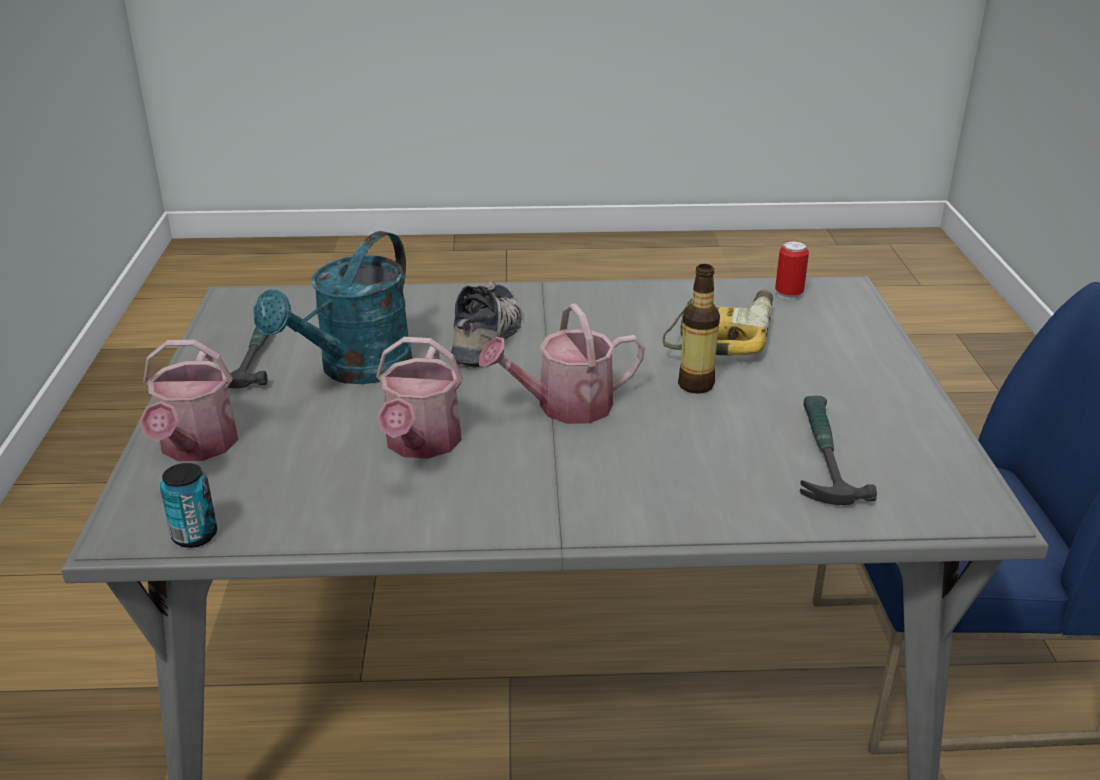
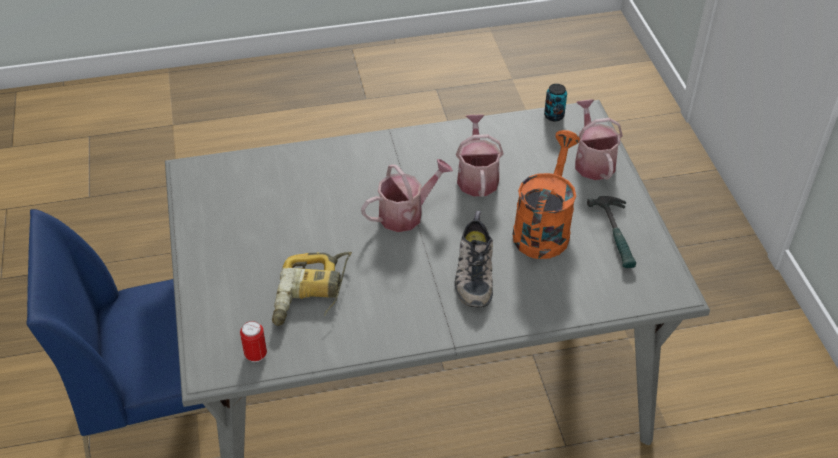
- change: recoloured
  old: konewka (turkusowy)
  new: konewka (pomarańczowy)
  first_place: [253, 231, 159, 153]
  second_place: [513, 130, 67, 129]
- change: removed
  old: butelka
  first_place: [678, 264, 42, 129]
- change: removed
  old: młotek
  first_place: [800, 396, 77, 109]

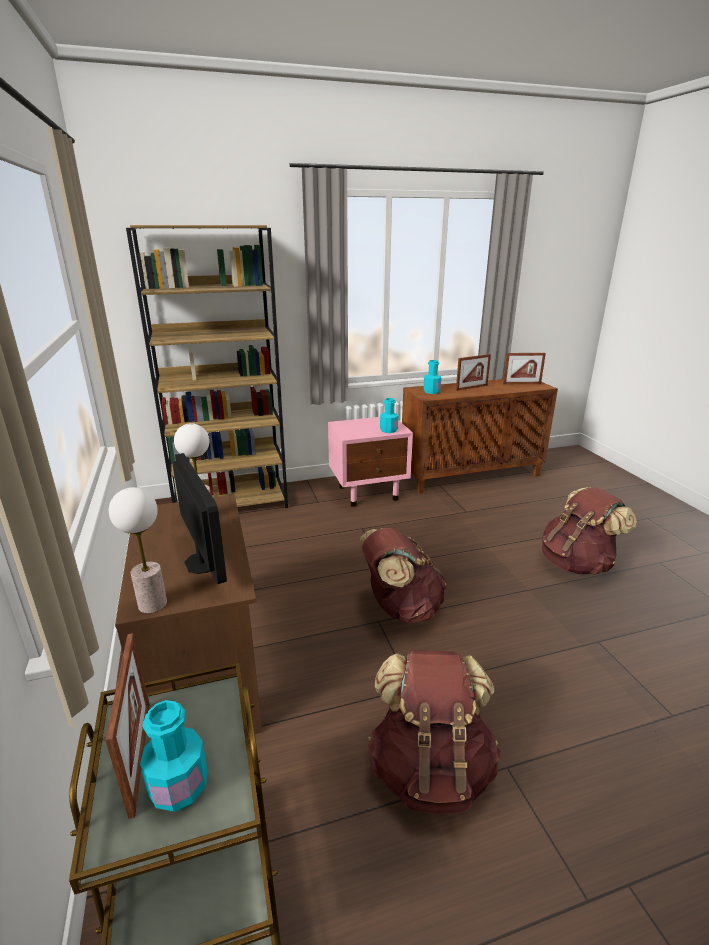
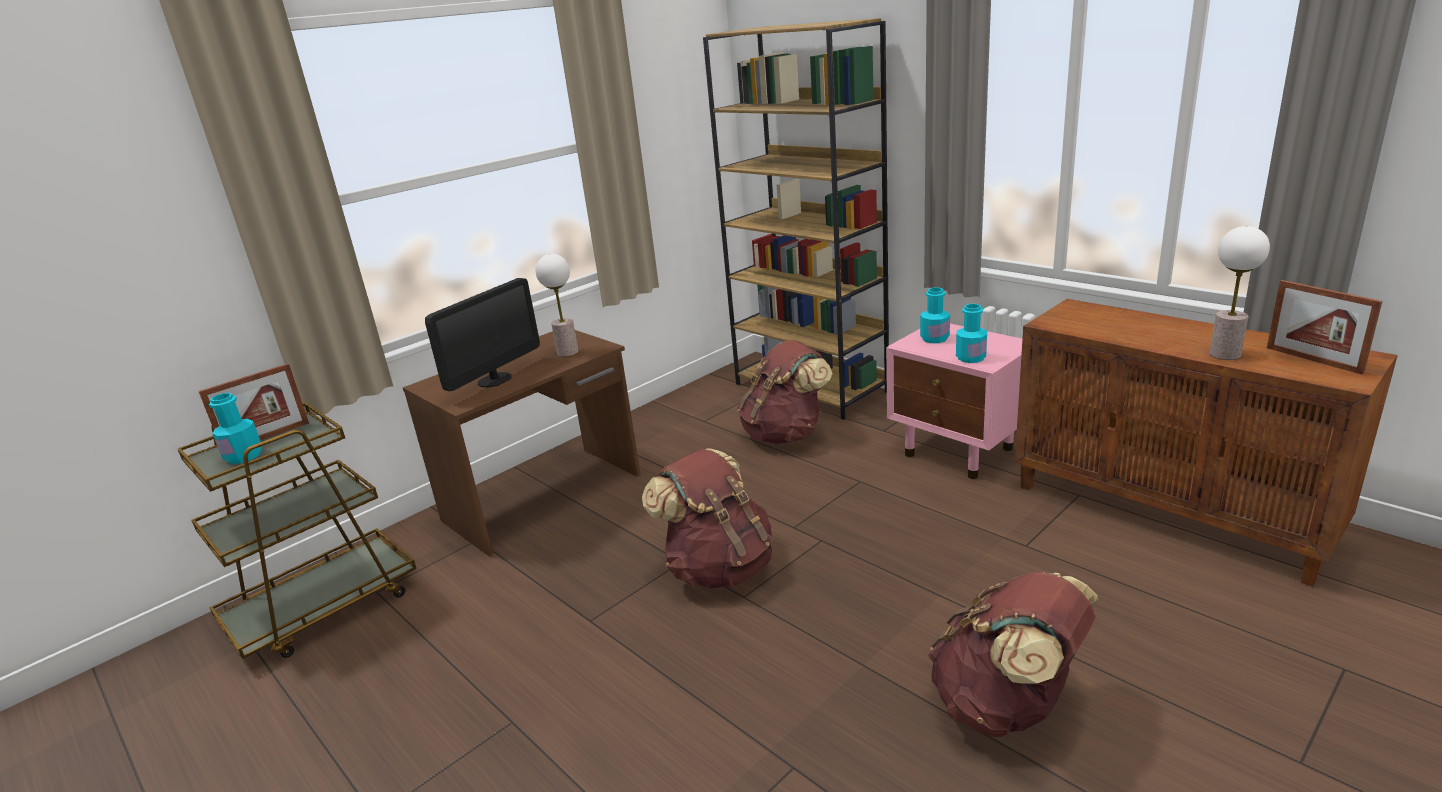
- change: removed
  old: ramka na zdjęcie
  first_place: [456, 354, 35, 37]
- change: moved
  old: butelka (turkusowy)
  first_place: [424, 360, 17, 34]
  second_place: [920, 287, 30, 56]
- change: moved
  old: lampa stołowa
  first_place: [109, 487, 58, 126]
  second_place: [1209, 226, 61, 134]
- change: moved
  old: plecak (brązowy)
  first_place: [368, 650, 133, 164]
  second_place: [737, 340, 95, 104]

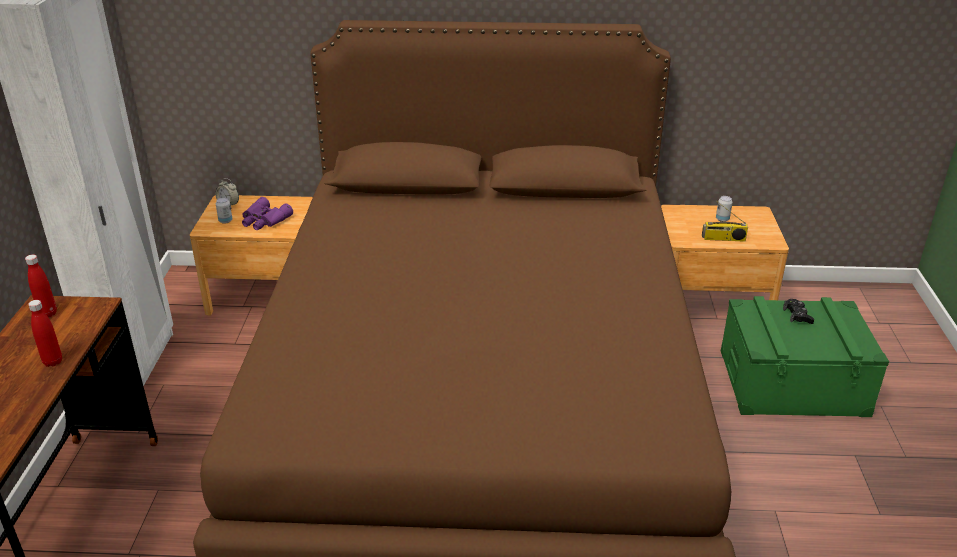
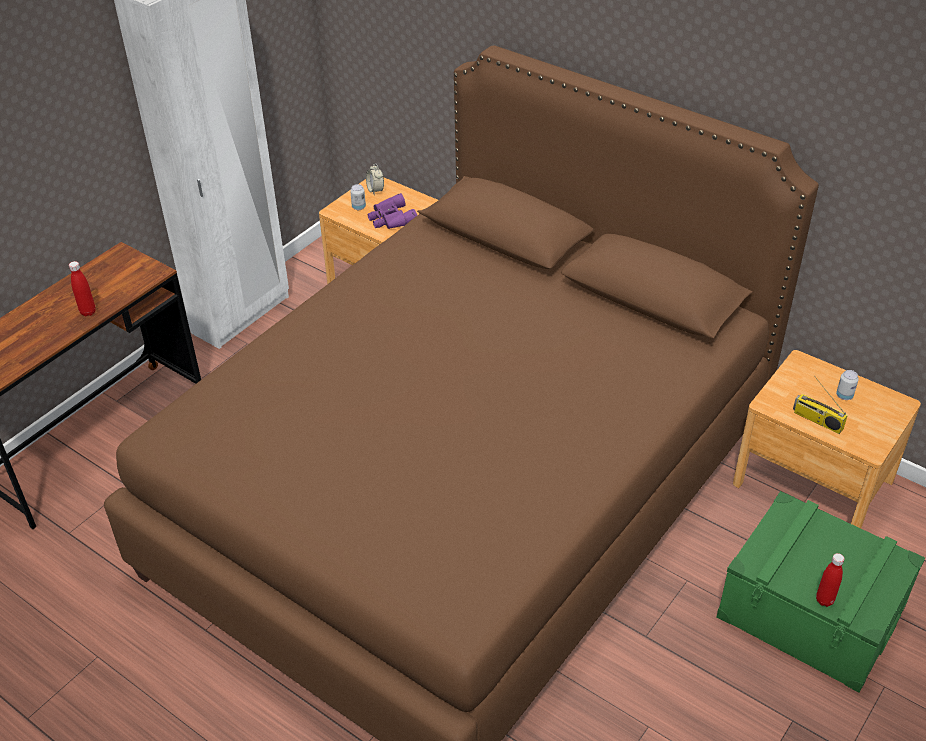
- change: moved
  old: butelka (czerwony)
  first_place: [25, 255, 32, 62]
  second_place: [816, 553, 28, 54]
- change: removed
  old: pad do gier (czarny)
  first_place: [783, 299, 31, 25]

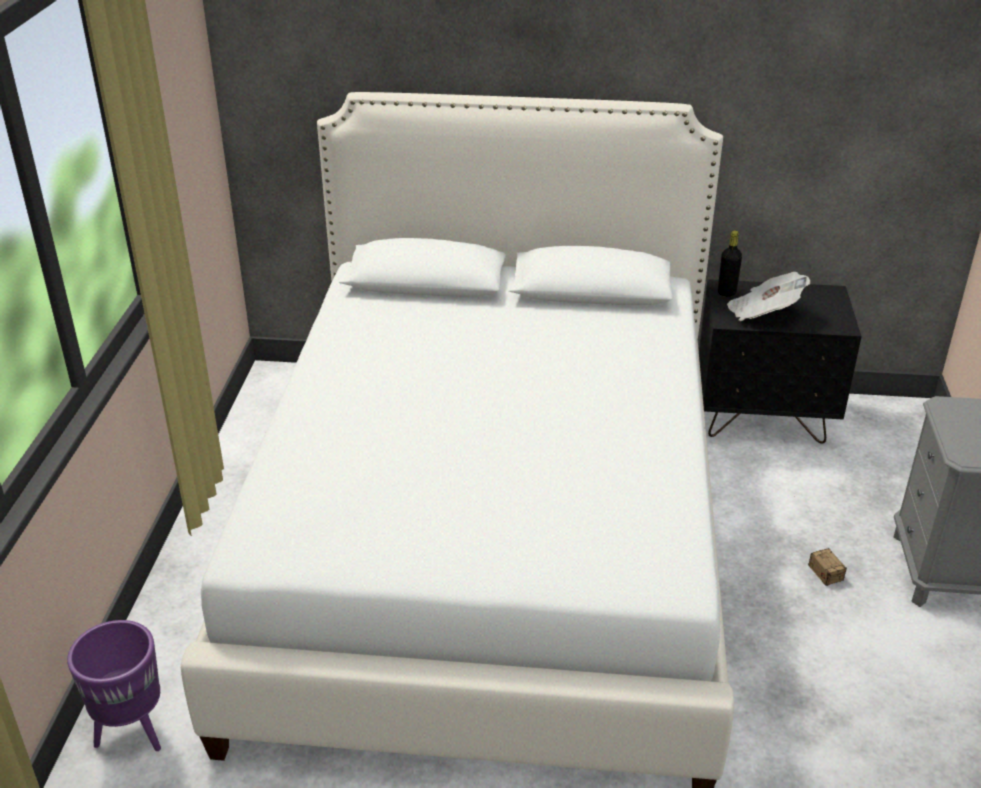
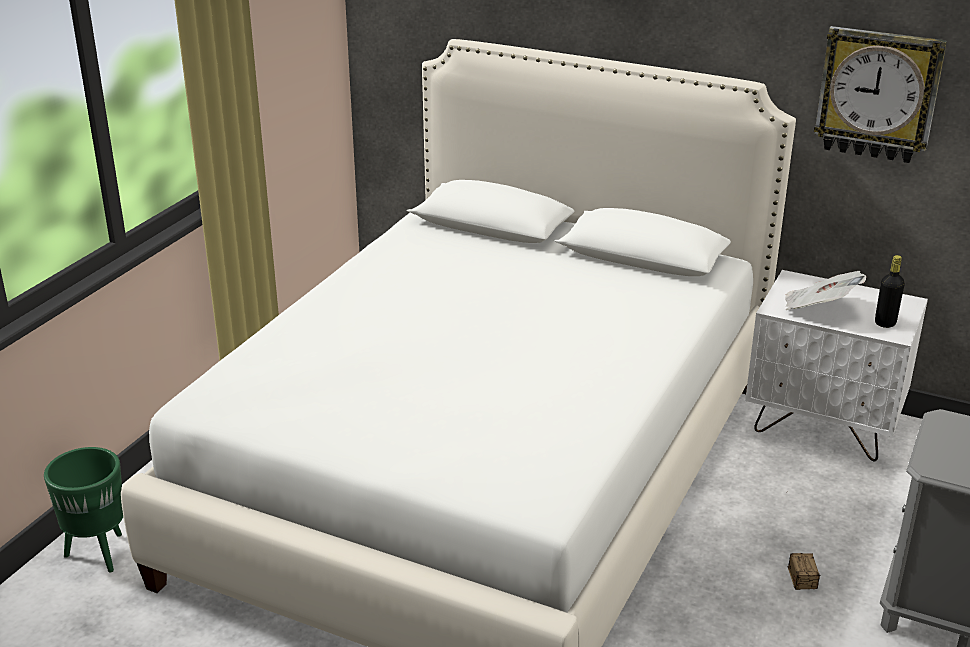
- change: moved
  old: butelka (czarny)
  first_place: [718, 230, 24, 67]
  second_place: [875, 255, 30, 73]
- change: recoloured
  old: szafka nocna (czarny)
  new: szafka nocna (biały)
  first_place: [699, 279, 163, 164]
  second_place: [745, 270, 183, 191]
- change: recoloured
  old: donica (fioletowy)
  new: donica (zielony)
  first_place: [67, 620, 94, 131]
  second_place: [44, 447, 79, 126]
- change: added
  new: zegar ścienny
  second_place: [814, 26, 133, 137]

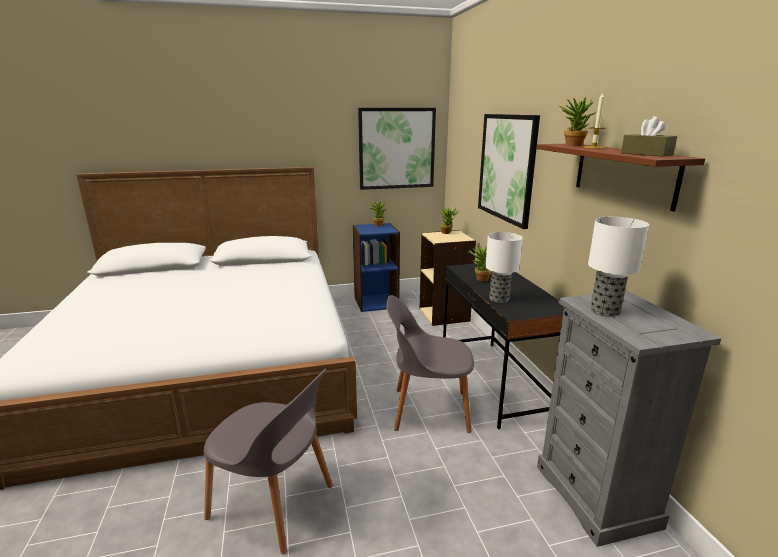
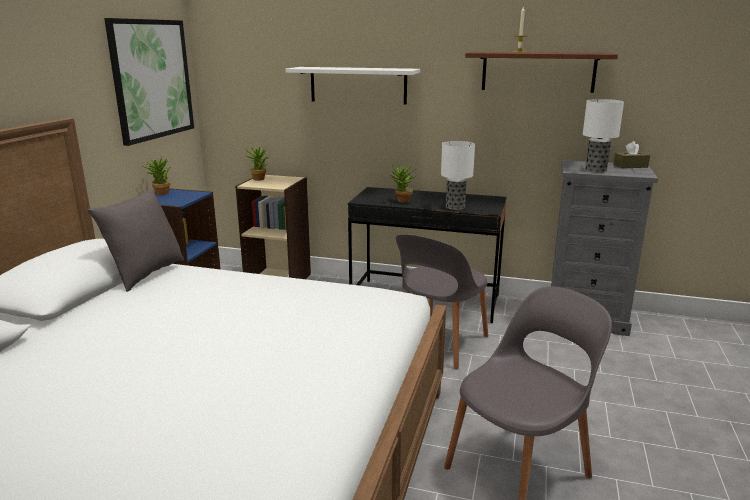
- change: removed
  old: roślina doniczkowa
  first_place: [559, 97, 37, 49]
- change: replaced
  old: obraz
  new: półka (biały)
  first_place: [478, 114, 62, 115]
  second_place: [285, 67, 135, 38]
- change: moved
  old: pudełko chusteczek (brązowy)
  first_place: [621, 116, 56, 41]
  second_place: [613, 141, 37, 27]
- change: added
  new: poduszka (szary)
  second_place: [88, 188, 96, 104]

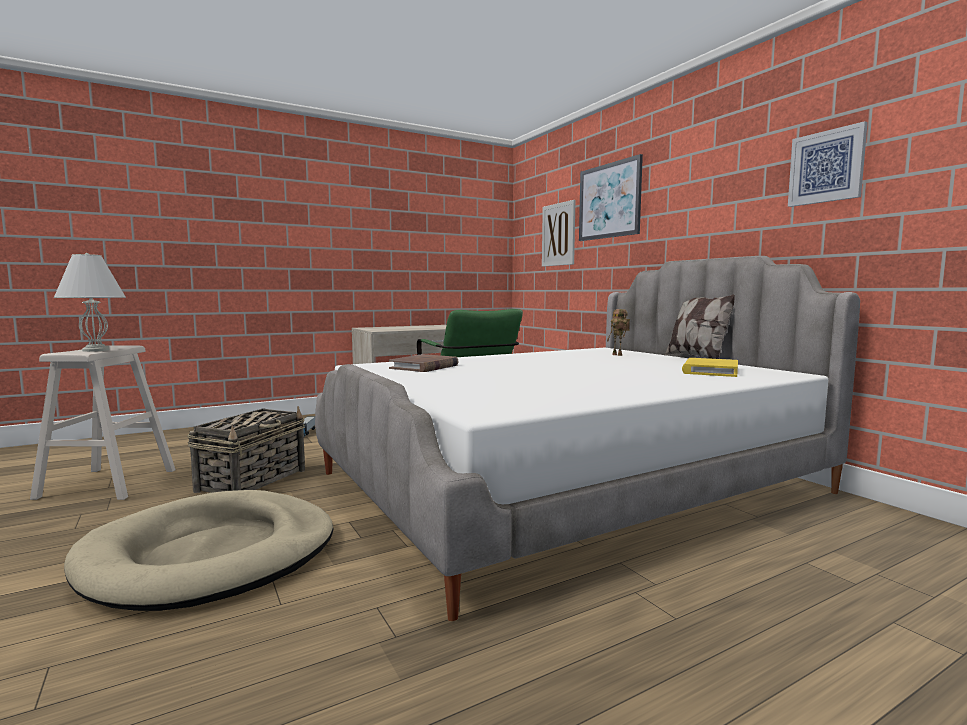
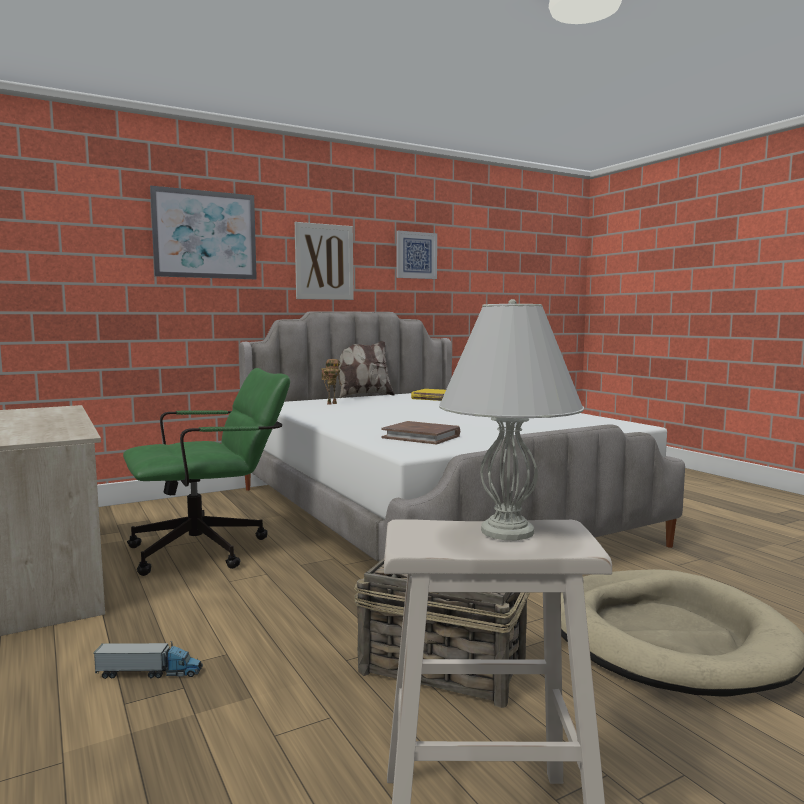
- change: moved
  old: obraz
  first_place: [542, 200, 34, 67]
  second_place: [295, 222, 59, 78]

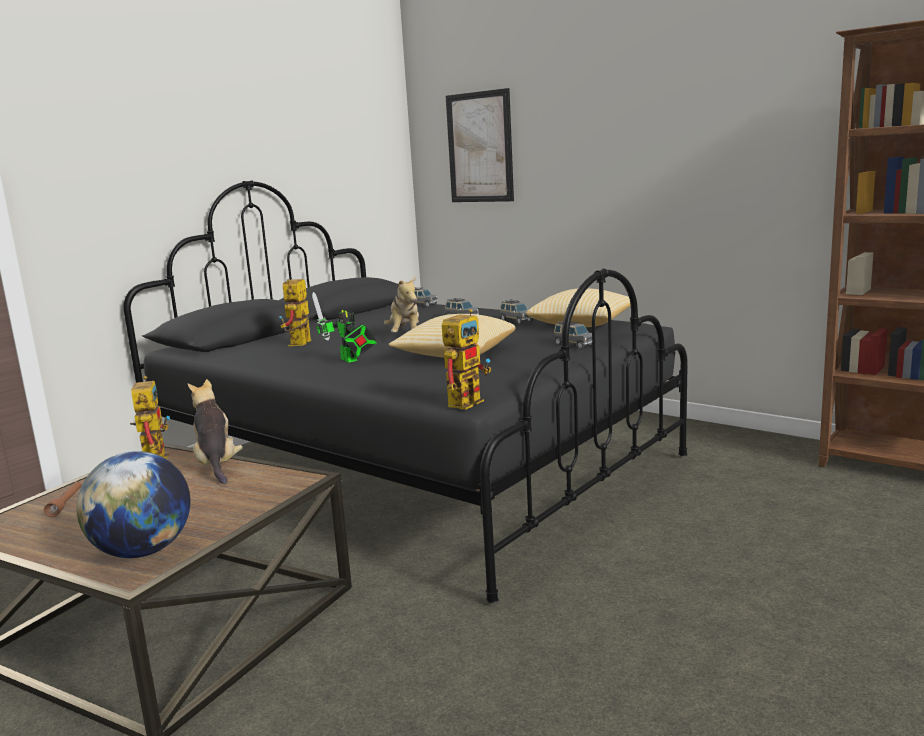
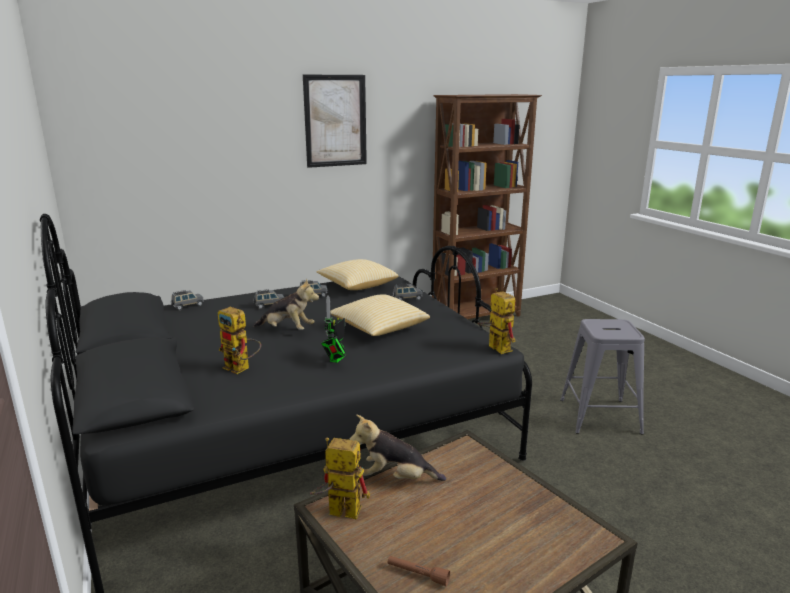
- change: moved
  old: obraz
  first_place: [446, 88, 68, 114]
  second_place: [303, 75, 64, 93]
- change: turned
  old: robot zabawkowy
  first_place: [312, 292, 65, 71]
  second_place: [321, 295, 26, 68]
  degrees: 120
- change: removed
  old: globus
  first_place: [76, 451, 115, 107]
- change: added
  new: stołek (szary)
  second_place: [560, 319, 85, 116]

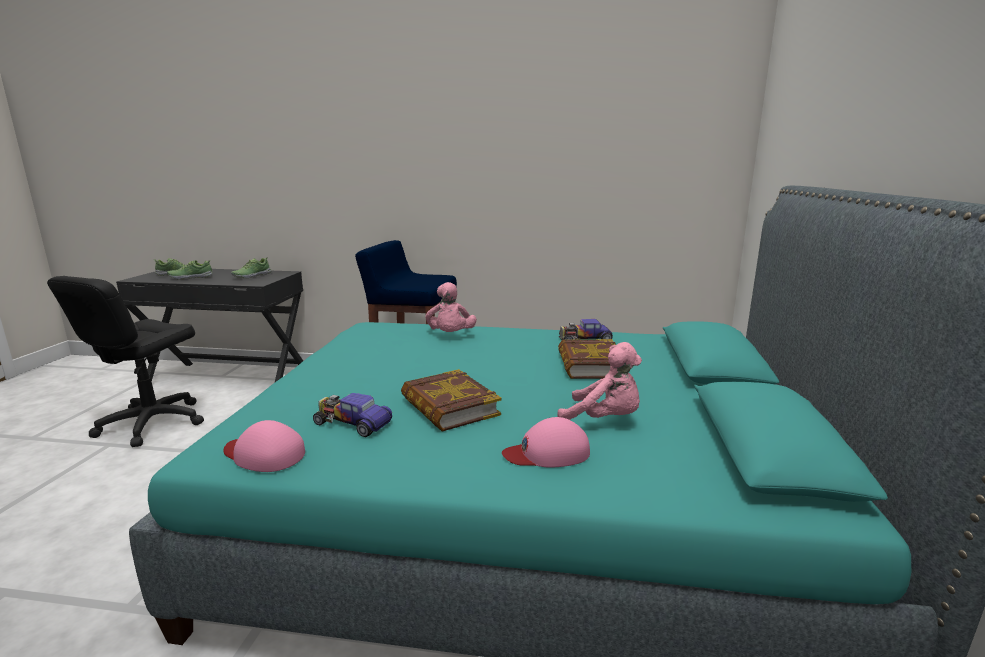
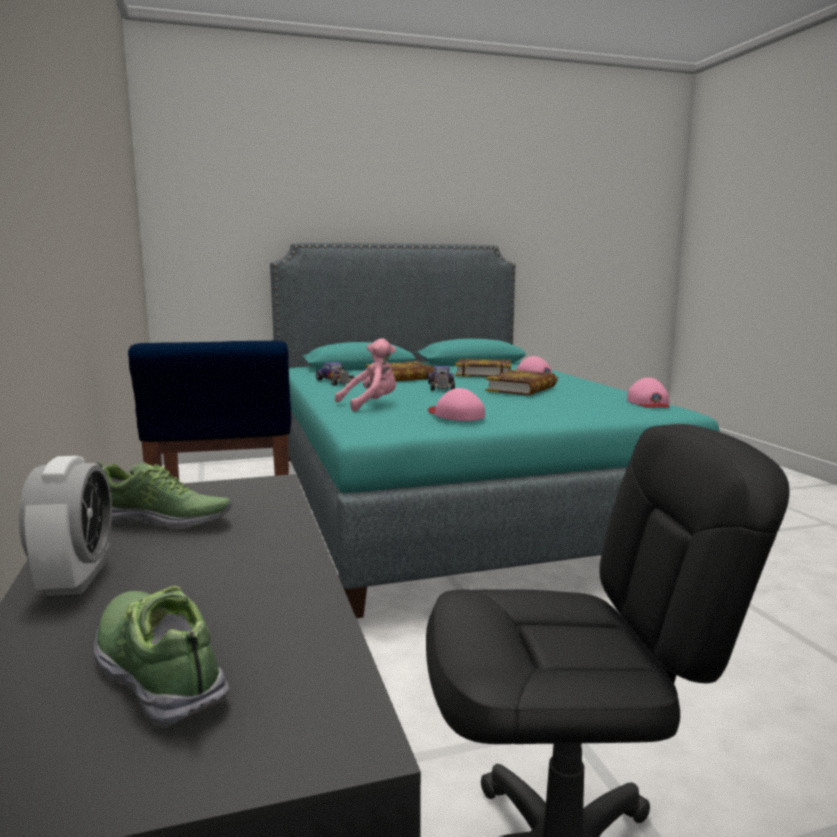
- change: removed
  old: but
  first_place: [167, 260, 46, 19]
- change: replaced
  old: pluszak (różowy)
  new: książka
  first_place: [557, 342, 85, 78]
  second_place: [455, 359, 56, 18]
- change: moved
  old: samochodzik
  first_place: [313, 393, 79, 44]
  second_place: [428, 366, 27, 24]
- change: added
  new: czapka z daszkiem (różowy)
  second_place: [428, 388, 57, 33]
- change: added
  new: budzik
  second_place: [19, 456, 93, 140]

